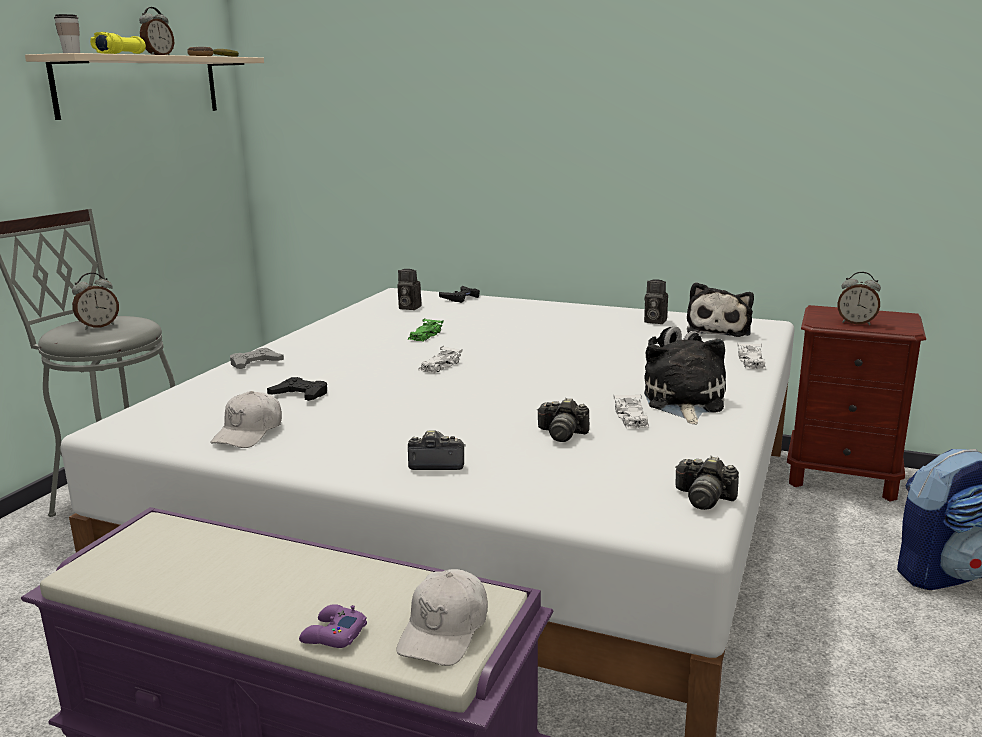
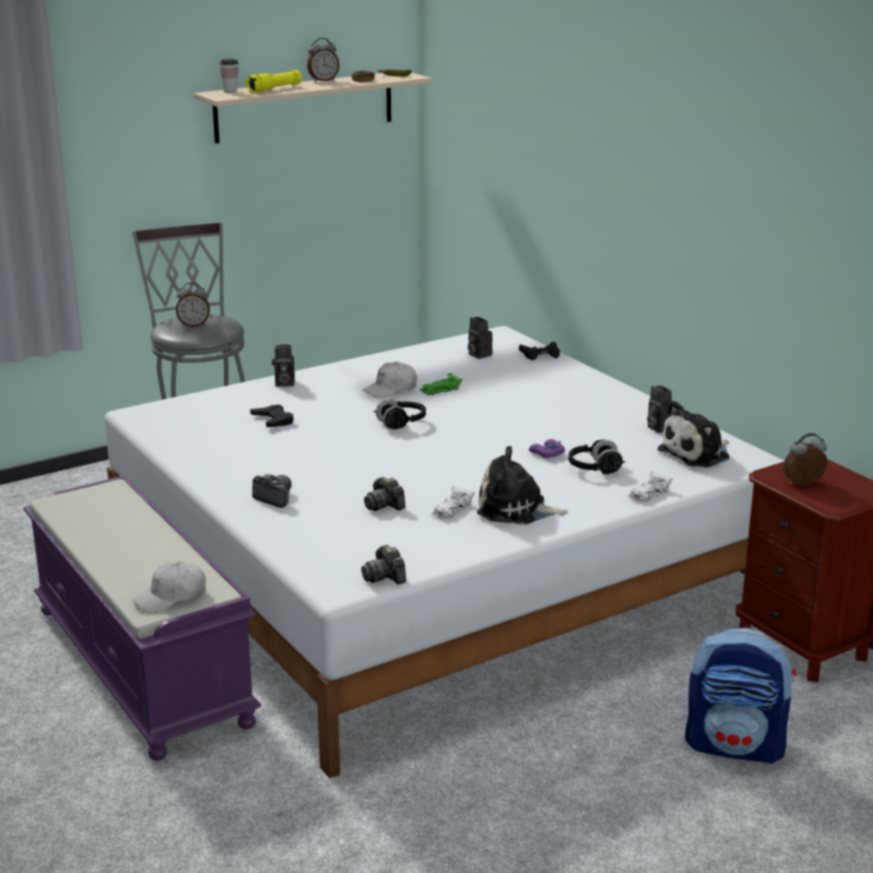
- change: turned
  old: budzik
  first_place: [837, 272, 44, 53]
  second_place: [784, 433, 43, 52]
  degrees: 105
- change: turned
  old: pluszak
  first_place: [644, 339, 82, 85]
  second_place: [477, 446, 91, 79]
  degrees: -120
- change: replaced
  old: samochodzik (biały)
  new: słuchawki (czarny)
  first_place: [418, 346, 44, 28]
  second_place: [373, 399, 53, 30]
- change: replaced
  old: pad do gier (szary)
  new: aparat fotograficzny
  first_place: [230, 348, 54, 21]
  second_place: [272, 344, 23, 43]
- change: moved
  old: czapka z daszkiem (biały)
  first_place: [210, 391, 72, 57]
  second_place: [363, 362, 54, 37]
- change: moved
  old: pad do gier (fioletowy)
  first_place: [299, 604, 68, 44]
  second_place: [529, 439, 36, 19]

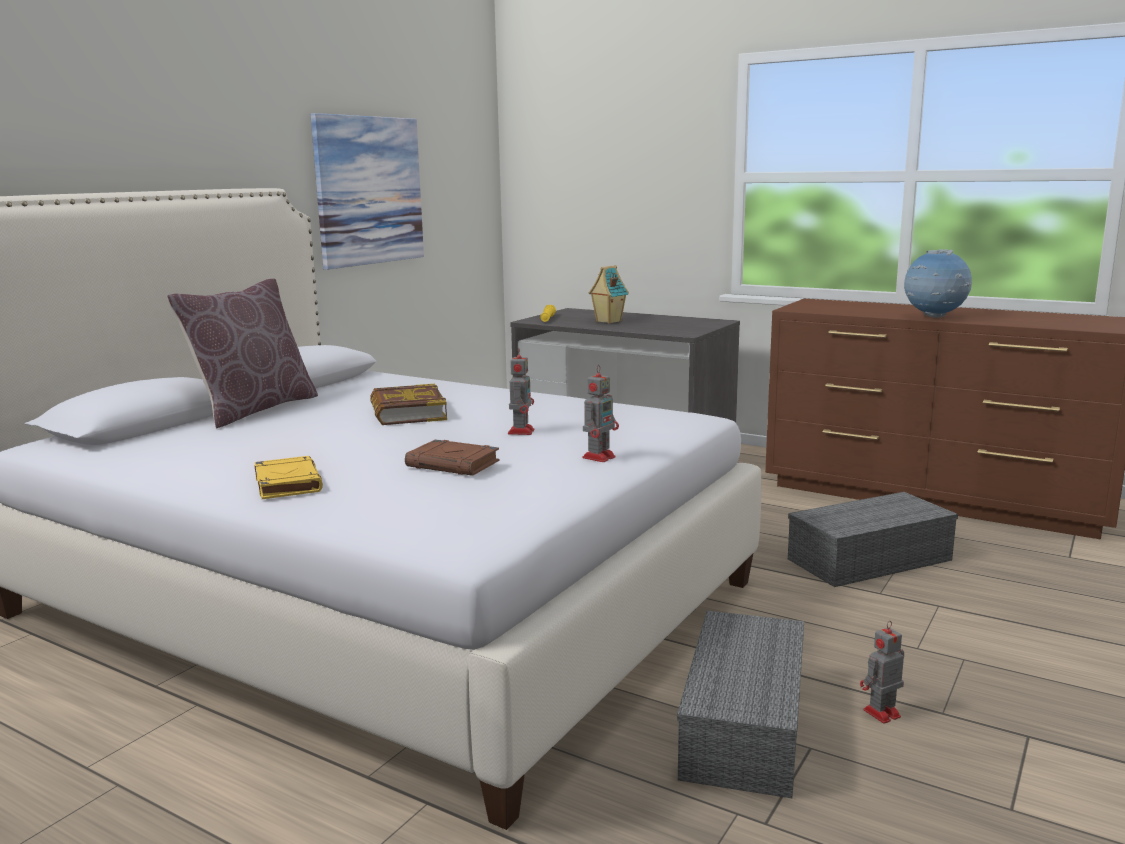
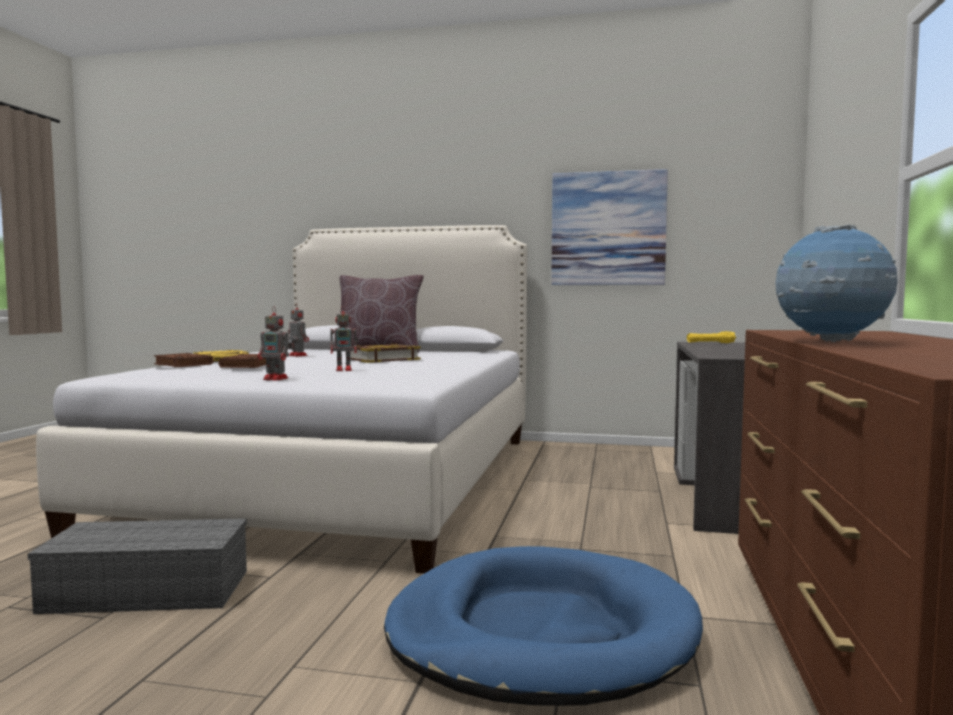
- change: removed
  old: domek
  first_place: [589, 265, 40, 59]
- change: replaced
  old: pojemnik do przechowywania (szary)
  new: legowisko (niebieski)
  first_place: [788, 492, 170, 95]
  second_place: [384, 546, 319, 160]
- change: moved
  old: robot zabawkowy
  first_place: [860, 620, 44, 104]
  second_place: [288, 304, 21, 53]
- change: added
  new: książka (brązowy)
  second_place: [154, 353, 59, 14]

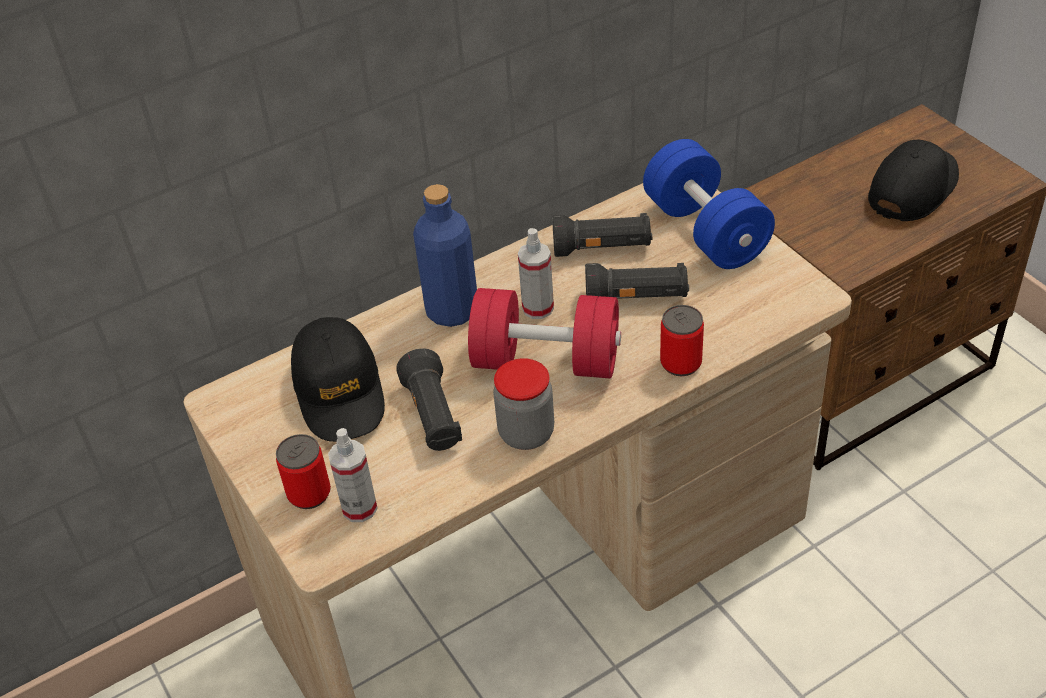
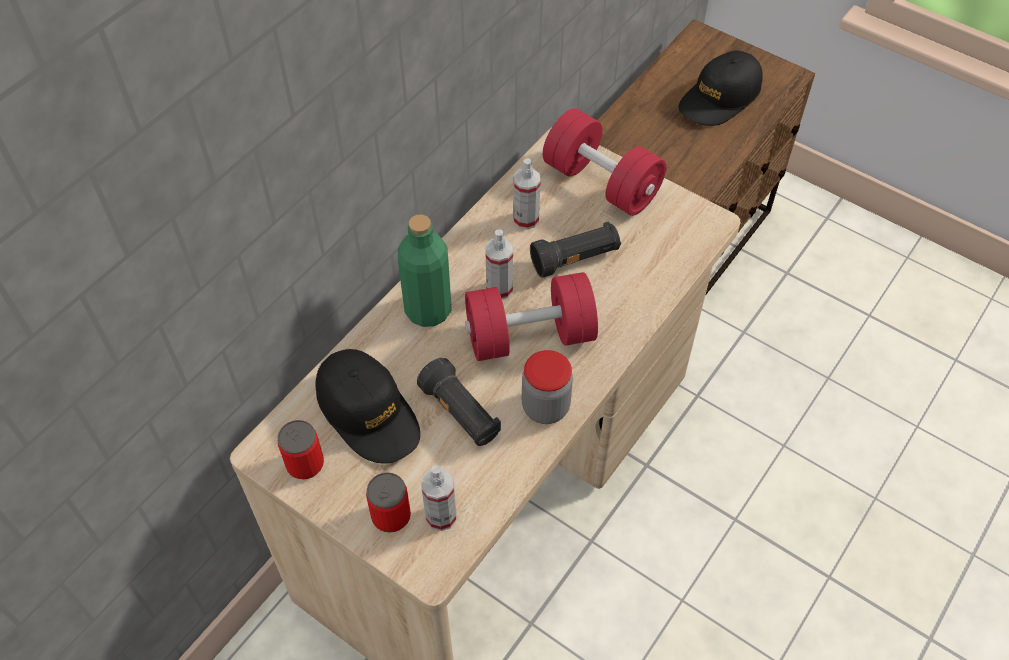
- change: recoloured
  old: hantel (niebieski)
  new: hantel (czerwony)
  first_place: [643, 139, 132, 130]
  second_place: [543, 108, 124, 108]
- change: turned
  old: czapka z daszkiem (czarny)
  first_place: [868, 140, 91, 81]
  second_place: [678, 51, 85, 75]
  degrees: -150
- change: recoloured
  old: butelka (niebieski)
  new: butelka (zielony)
  first_place: [413, 184, 64, 143]
  second_place: [398, 215, 54, 112]
- change: replaced
  old: latarka (czarny)
  new: spryskiwacz
  first_place: [552, 213, 100, 44]
  second_place: [513, 159, 28, 71]
- change: moved
  old: puszka
  first_place: [660, 305, 44, 71]
  second_place: [278, 420, 46, 59]

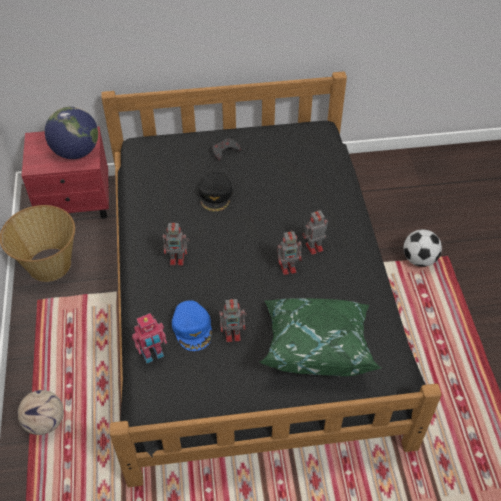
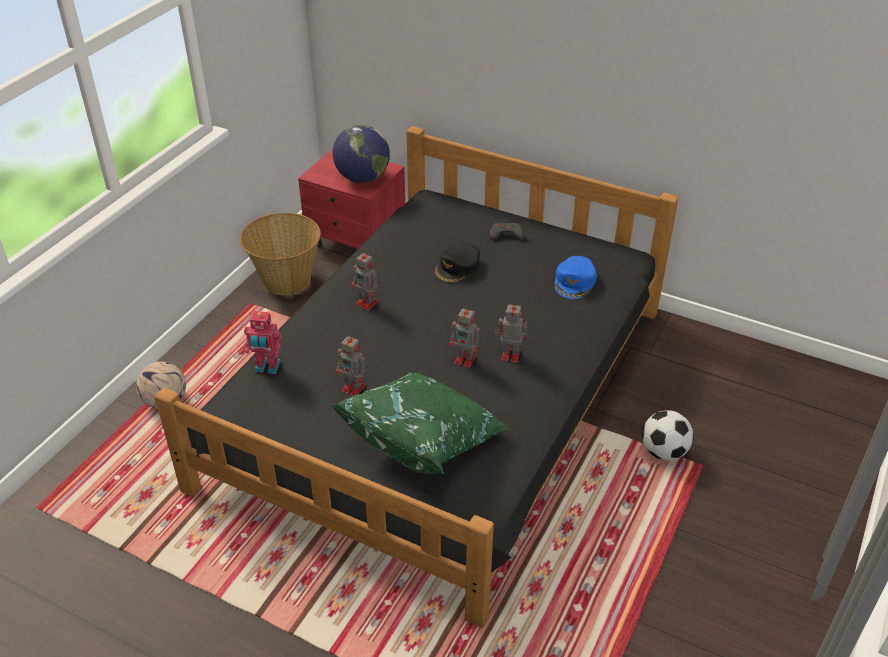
- change: moved
  old: czapka z daszkiem (niebieski)
  first_place: [172, 300, 40, 51]
  second_place: [555, 256, 42, 43]

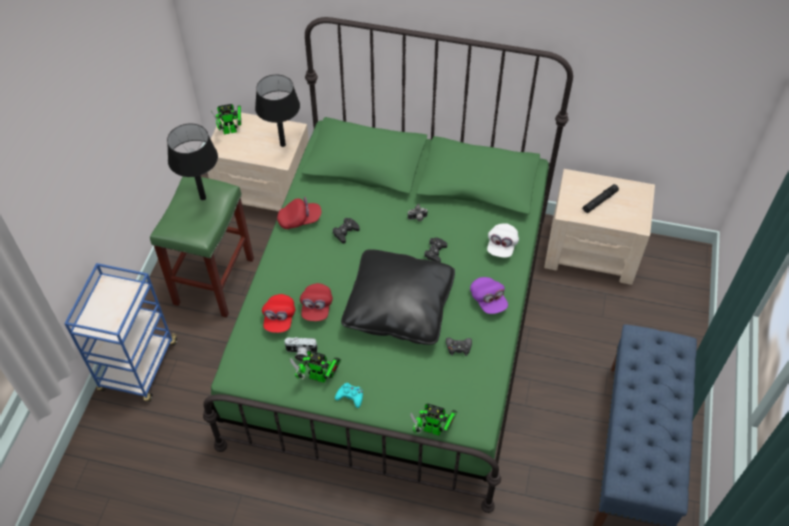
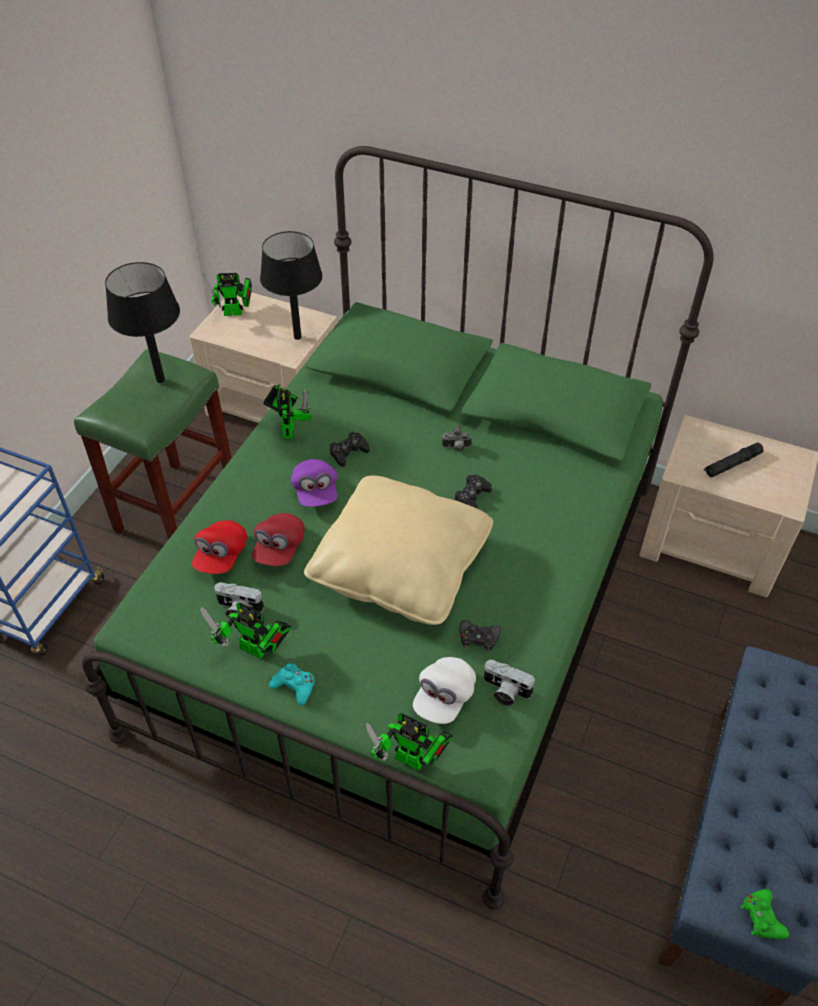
- change: replaced
  old: czapka z daszkiem (czerwony)
  new: robot zabawkowy
  first_place: [277, 197, 44, 32]
  second_place: [263, 385, 48, 53]
- change: moved
  old: czapka z daszkiem (biały)
  first_place: [487, 223, 32, 34]
  second_place: [413, 657, 63, 67]
- change: recoloured
  old: poduszka (czarny)
  new: poduszka (beżowy)
  first_place: [341, 250, 114, 95]
  second_place: [304, 475, 189, 150]
- change: moved
  old: czapka z daszkiem (fioletowy)
  first_place: [470, 277, 38, 37]
  second_place: [291, 459, 46, 48]
- change: added
  new: aparat fotograficzny
  second_place: [484, 660, 51, 46]
- change: added
  new: pad do gier (zielony)
  second_place: [741, 889, 48, 50]

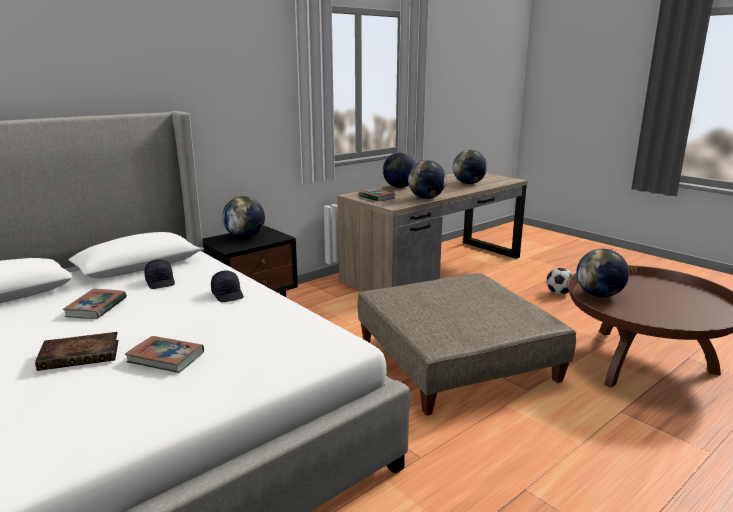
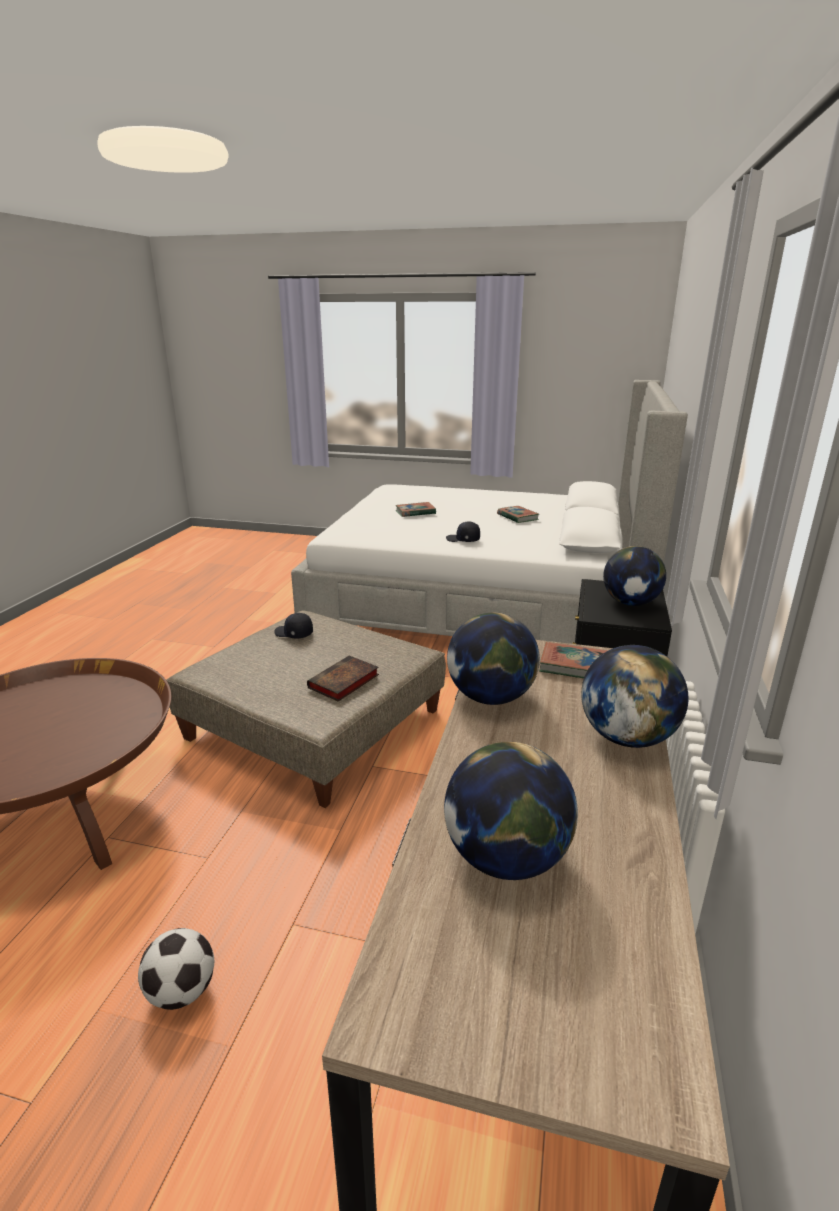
- change: removed
  old: globus
  first_place: [576, 249, 53, 48]
- change: moved
  old: czapka z daszkiem (czarny)
  first_place: [144, 259, 31, 30]
  second_place: [274, 613, 39, 25]
- change: moved
  old: książka
  first_place: [35, 332, 84, 39]
  second_place: [307, 655, 72, 47]

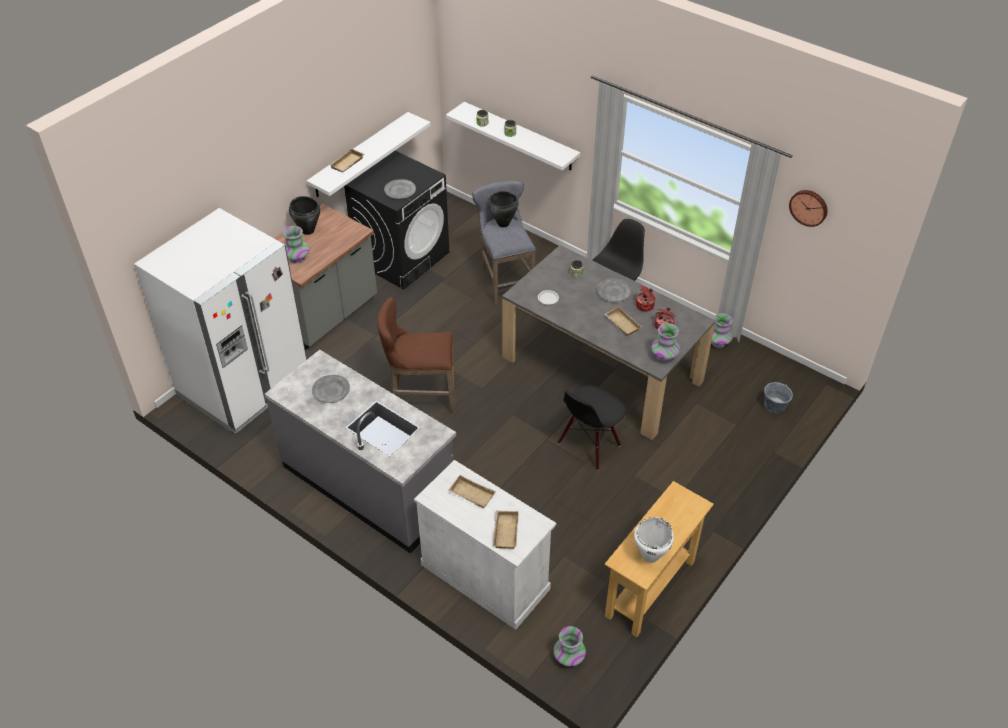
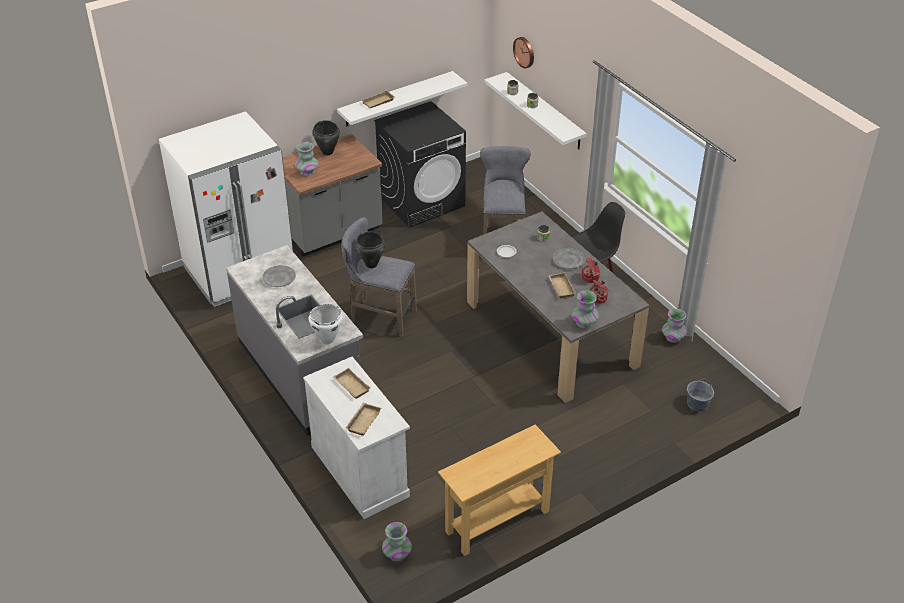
- change: removed
  old: talerz (szary)
  first_place: [384, 179, 32, 20]
- change: moved
  old: zegar ścienny
  first_place: [789, 190, 39, 37]
  second_place: [513, 37, 21, 31]
- change: moved
  old: garnek (czarny)
  first_place: [488, 191, 31, 36]
  second_place: [355, 231, 30, 37]
- change: recoloured
  old: stołek (brązowy)
  new: stołek (szary)
  first_place: [377, 297, 79, 116]
  second_place: [341, 217, 76, 120]
- change: removed
  old: krzesło (czarny)
  first_place: [558, 385, 69, 86]
- change: moved
  old: garnek (biały)
  first_place: [634, 517, 40, 46]
  second_place: [309, 304, 34, 40]

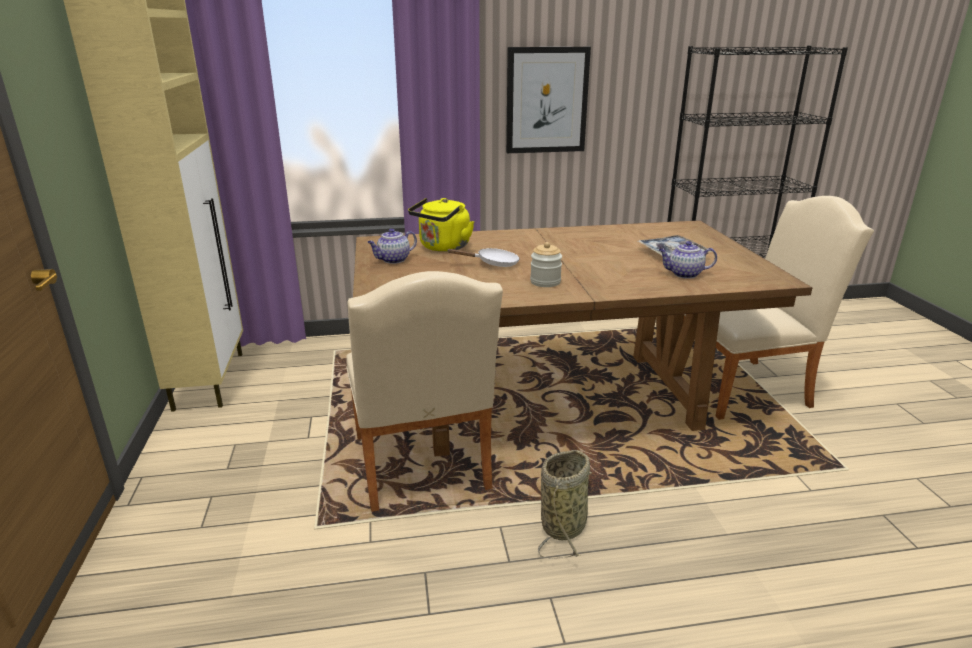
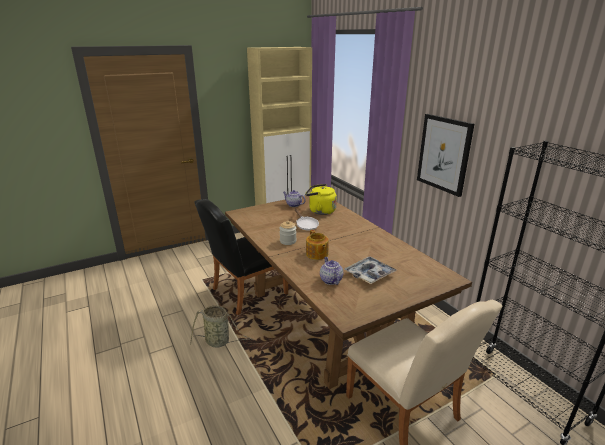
- change: recoloured
  old: krzesło (beżowy)
  new: krzesło (czarny)
  first_place: [346, 271, 157, 241]
  second_place: [194, 199, 94, 116]
- change: added
  new: imbryk
  second_place: [306, 230, 23, 30]

